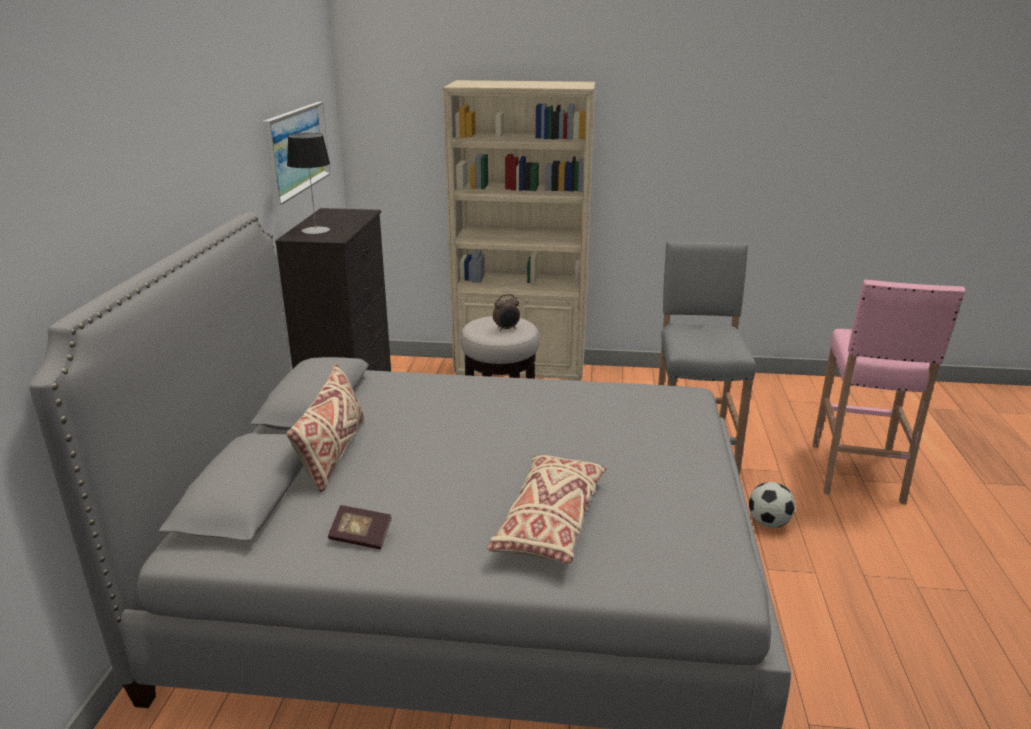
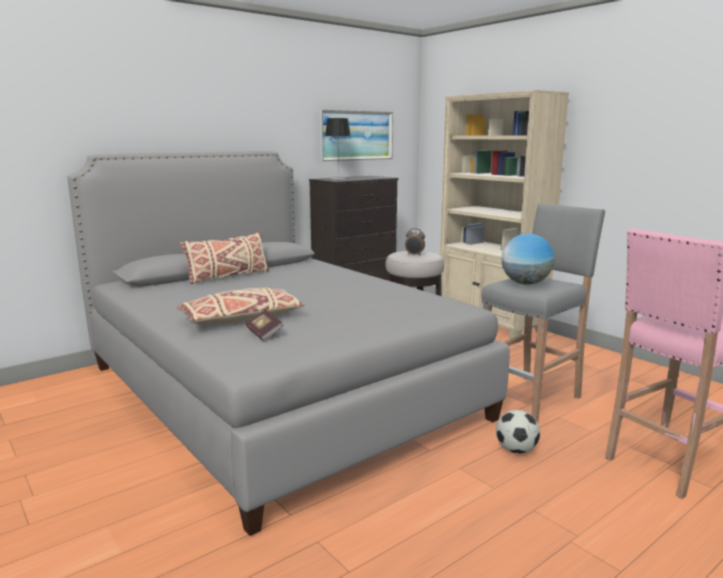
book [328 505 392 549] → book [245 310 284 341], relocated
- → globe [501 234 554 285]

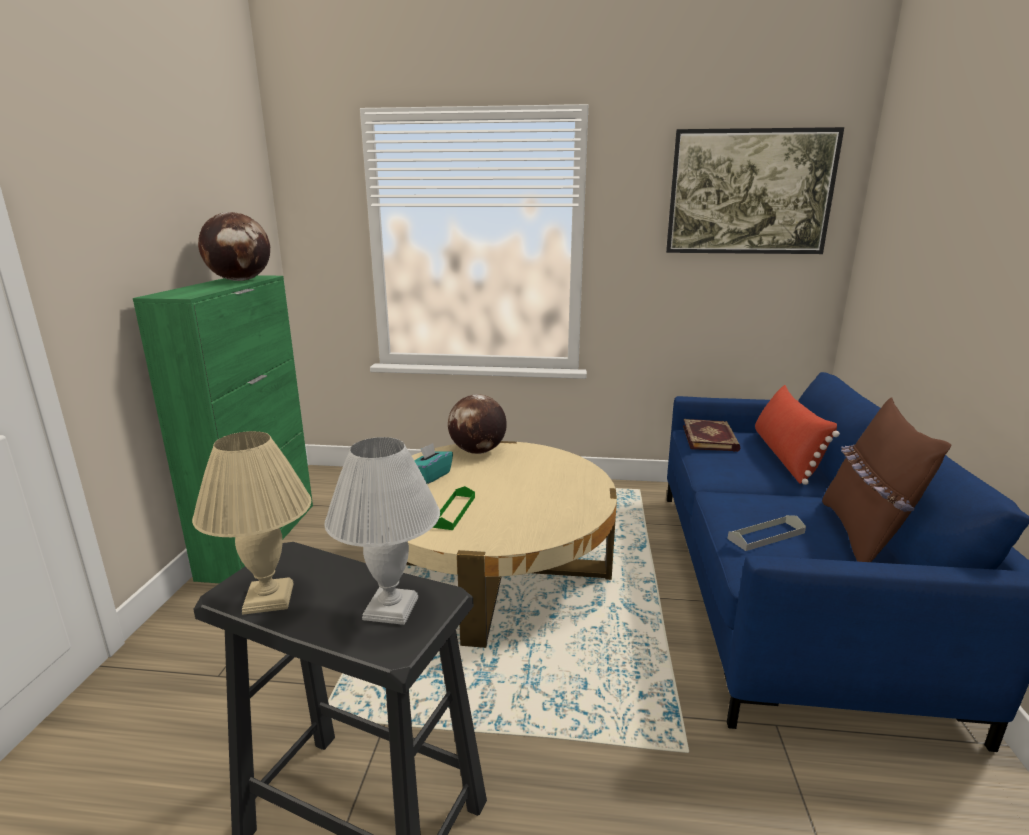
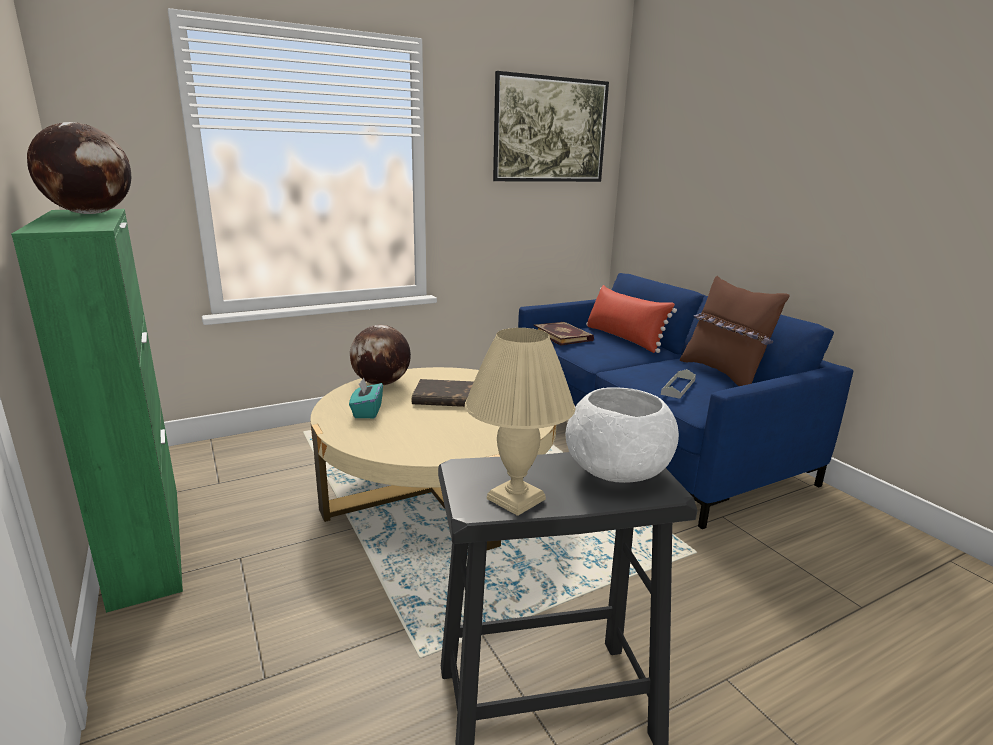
- → book/brown [412 379 474 407]
table lamp/white [324 437 440 625] → bowl/white [565 387 679 483]
tray/green [433 486 475 530] → -

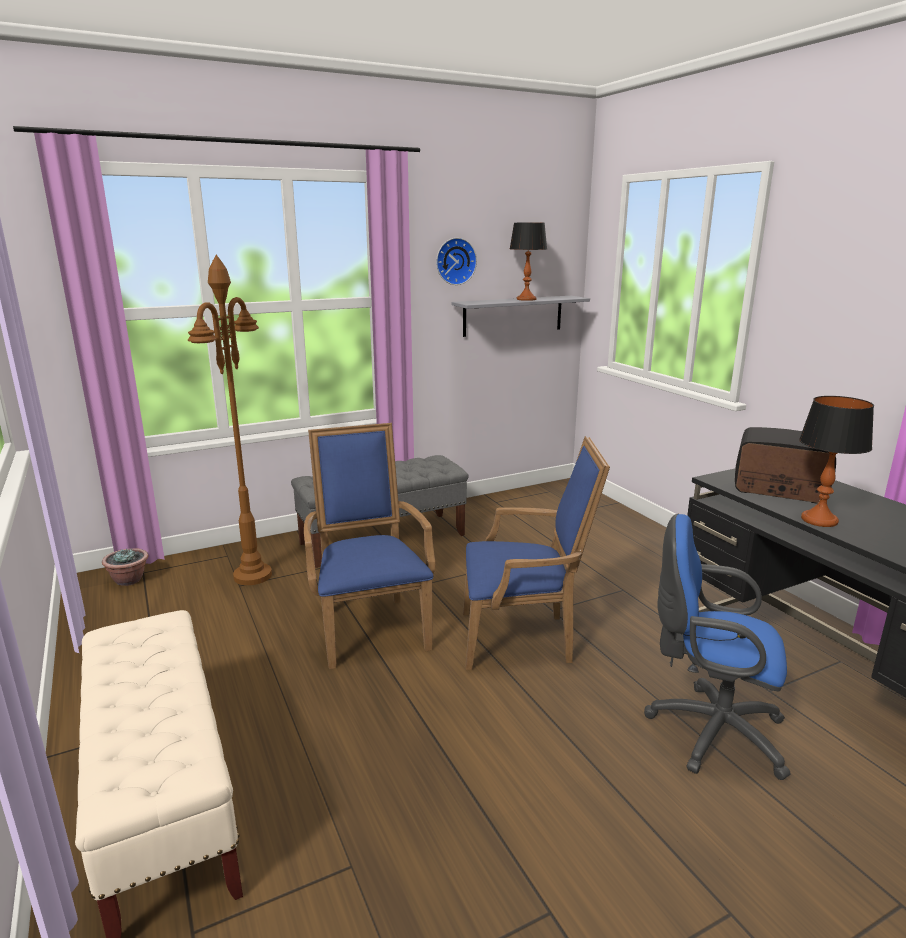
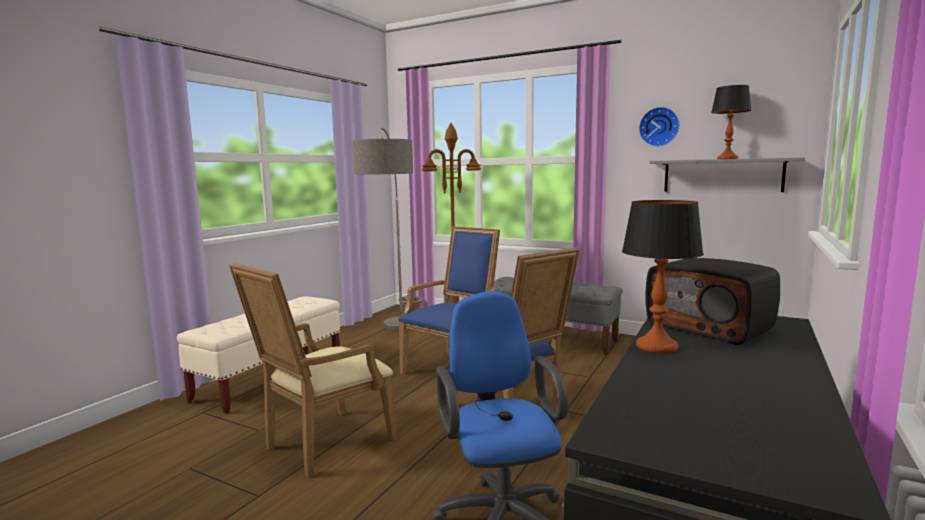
- → armchair/beige [229 263 397 478]
- → floor lamp [352 128 413 330]
radio [735 427 836 504] → radio [645 258 780 345], 150 degrees clockwise

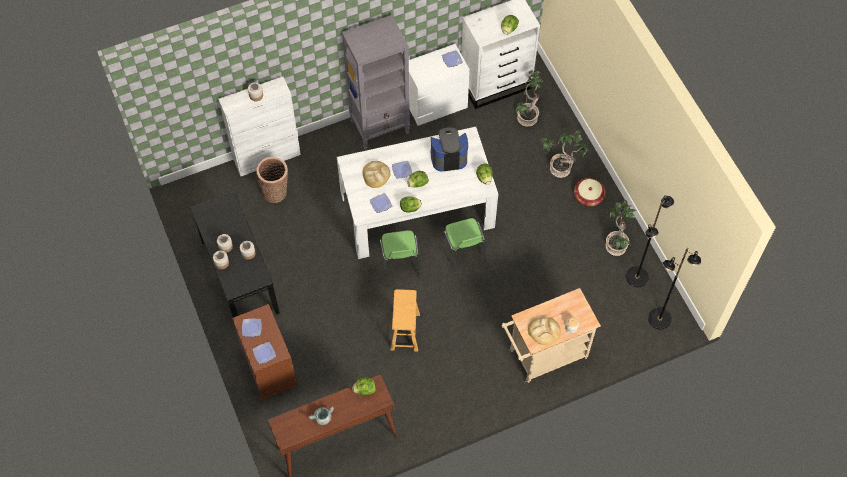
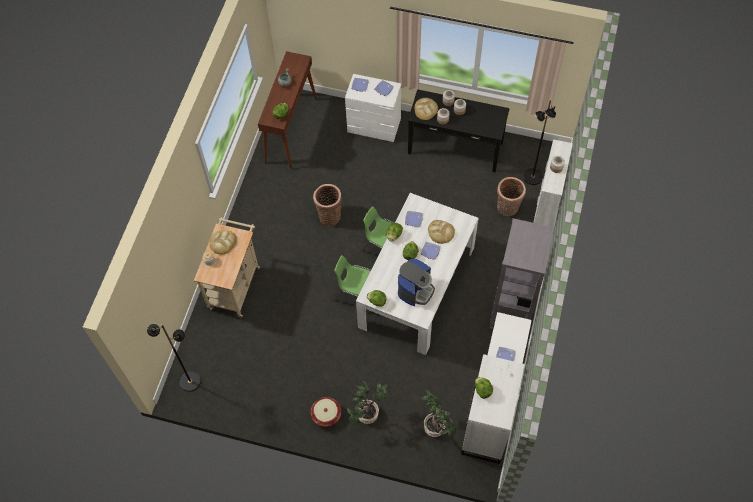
stool/brown [391 289 420 352] → basket [313 184 342 226]
dresser/brown [232 304 298 400] → dresser/white [345 74 401 142]
- → bread [415 98 438 120]
floor lamp/black [626 195 674 287] → floor lamp/black [523 100 556 185], relocated
potted plant [605 200 636 256] → -

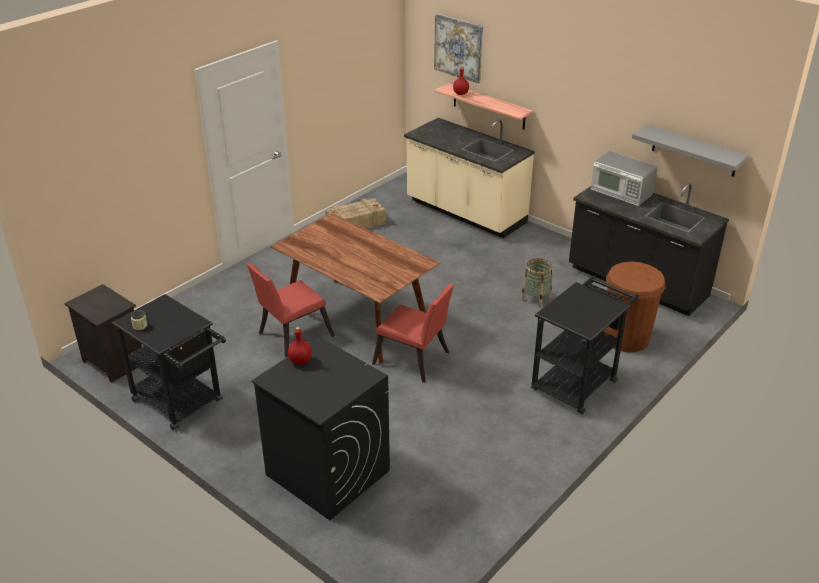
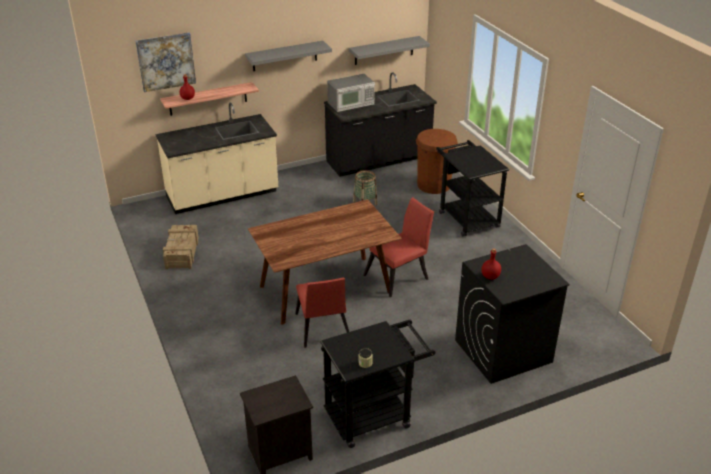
- → shelf/grey [245 41 332 71]

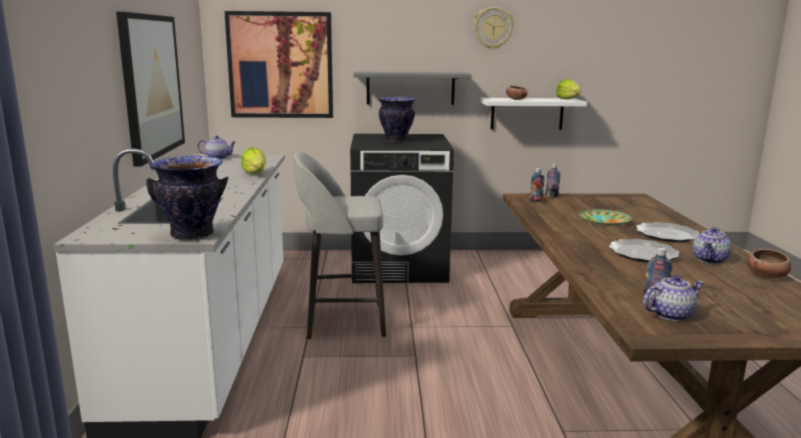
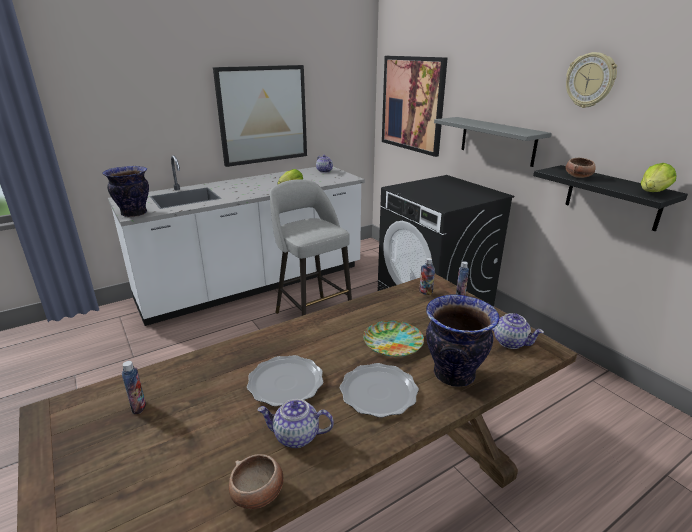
vase [378 97 416 143] → vase [426 294 499 387], relocated
teapot [643 275 705 321] → teapot [491 313 544 349], relocated
shelf/white [480 98 587 130] → shelf/black [533 165 688 231]

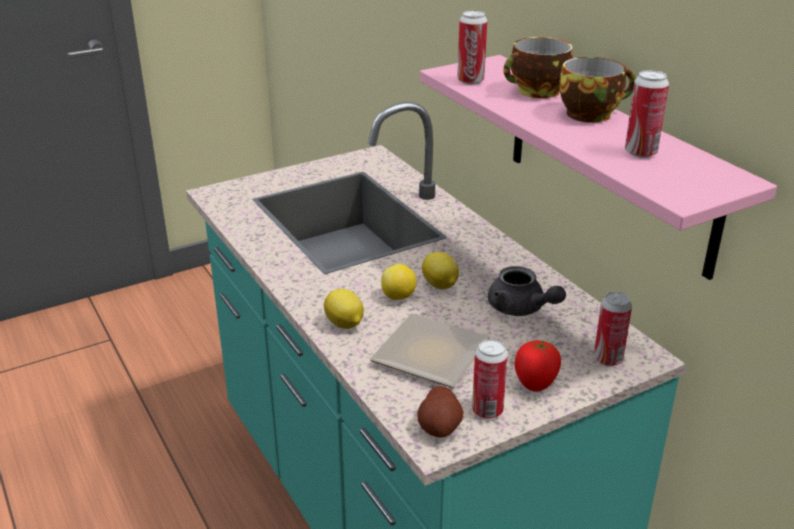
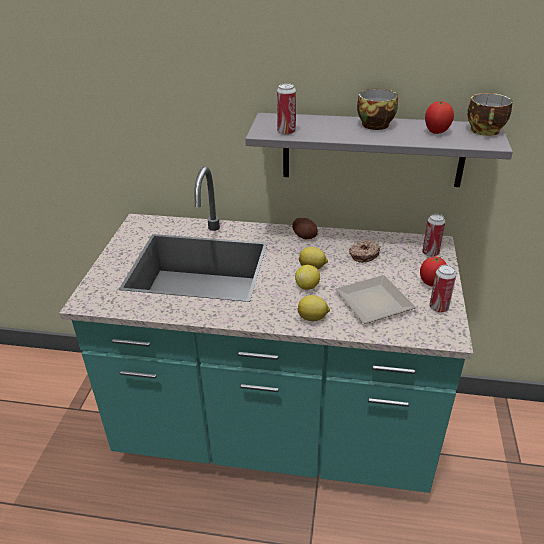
shelf/pink [420 55 777 280] → shelf/grey [245 113 513 187]
potato [417 386 464 438] → potato [292 218 318 239], relocated
teapot/grey [488 266 566 316] → donut [349 240 380 263]
can [625 70 669 158] → tomato [425 101 454 134]
cup [503 37 572 98] → cup [467 93 513 136], relocated

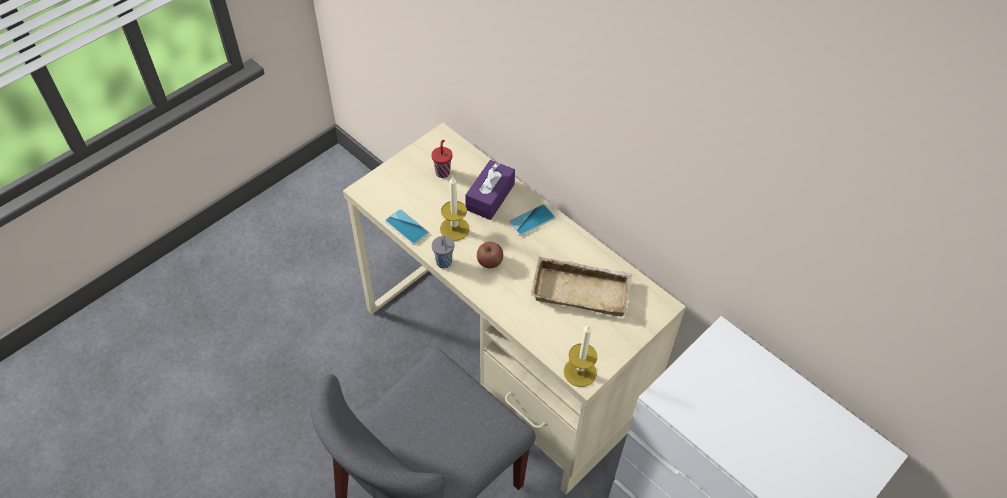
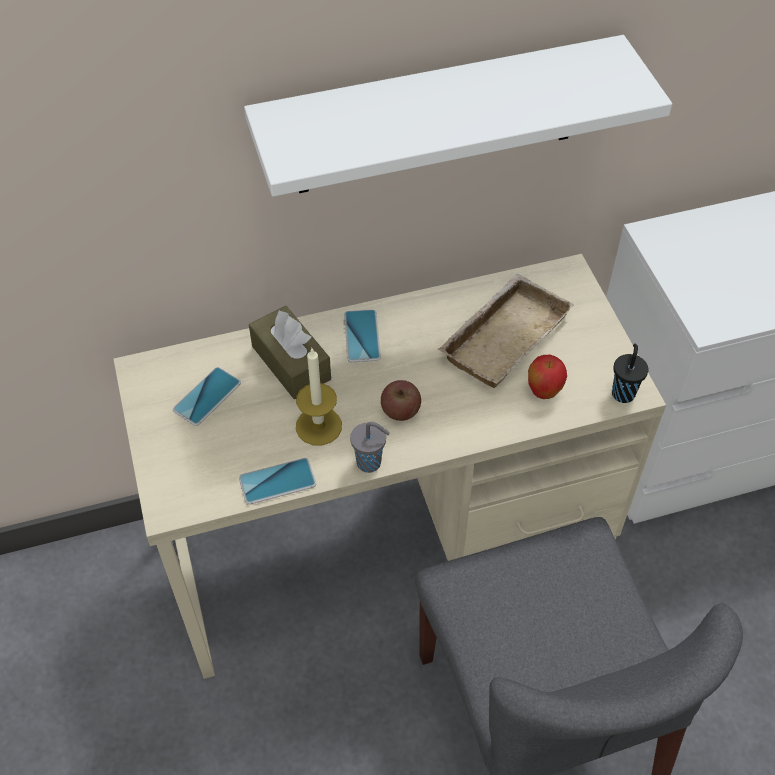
cup/red [431 140 453 178] → phone [173 367 241 426]
- → shelf/white [244 35 672 197]
tissue box/purple [465 160 515 220] → tissue box/brown [249 306 331 399]
- → apple [528 355 567 399]
candle [564 324 598 387] → cup/black [612 344 648 403]

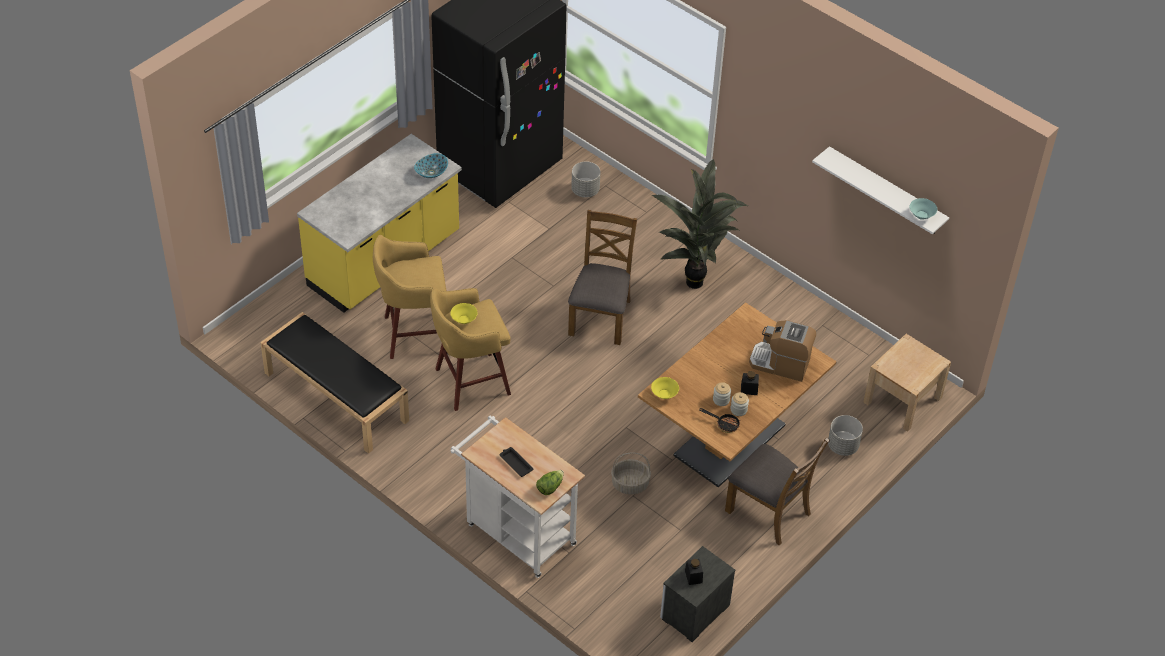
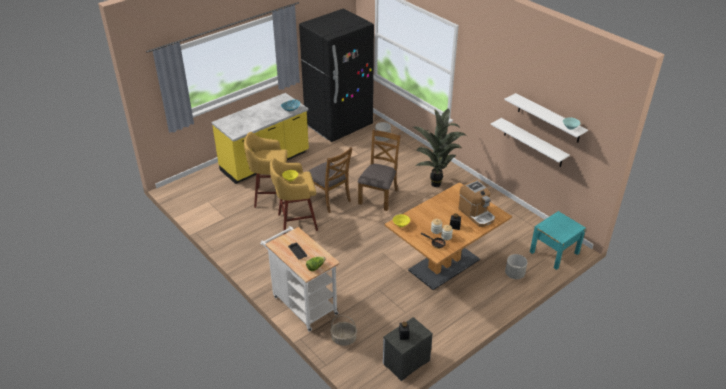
chair/brown [725 438 830 546] → chair/brown [308 147 352 213], relocated
basket [611 453 651 495] → basket [330 316 357 346], relocated
coffee machine [749 320 816 382] → coffee machine [459 180 495 227], 150 degrees counterclockwise
- → shelf/white [491 118 570 167]
nightstand/beige [863 334 951 432] → nightstand/turquoise [530 211 586 270]
bench/black [260 312 409 454] → -

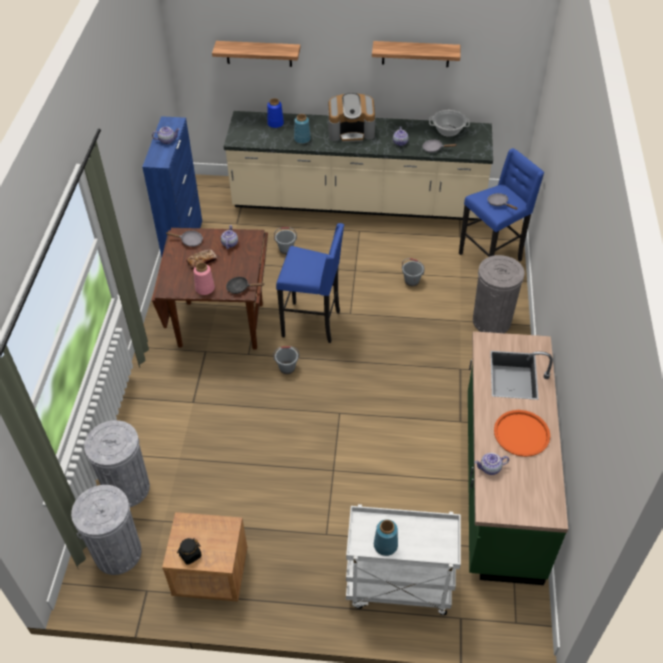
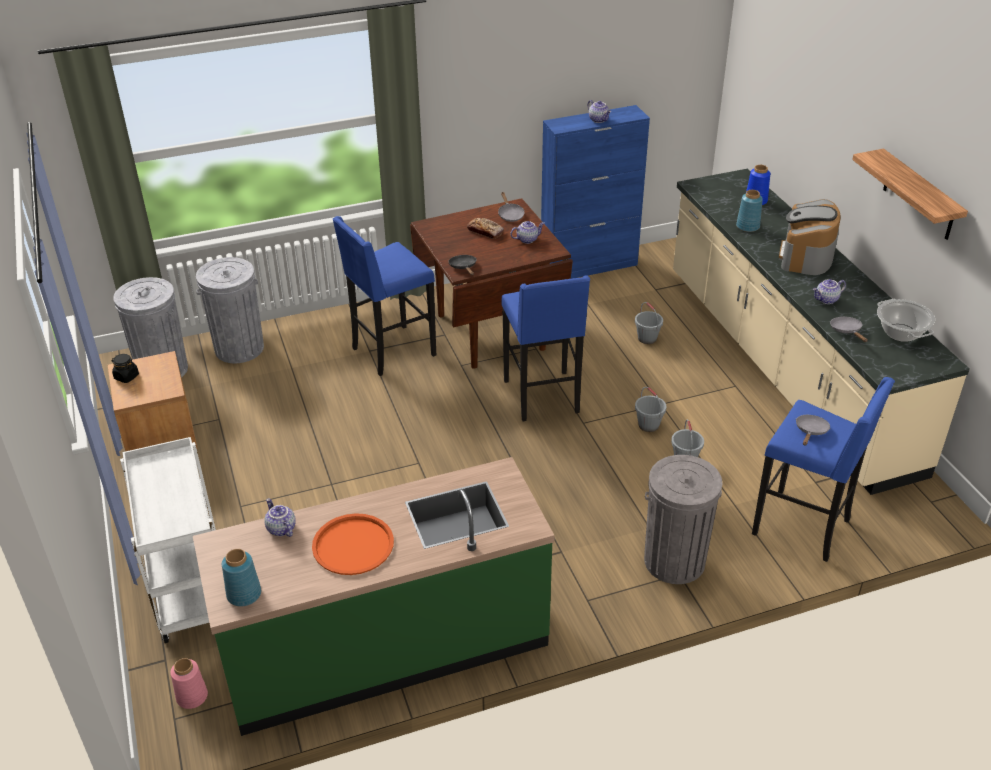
vase/pink [193 262 215 295] → vase/pink [171 658 208 709], relocated
vase/blue [374 519 398 556] → vase/blue [222 549 261 607], relocated
- → stool/blue [333 216 436 376]
bucket/grey [273 346 299 374] → bucket/grey [635 387 666 432], relocated
coffee machine [328 93 375 142] → coffee machine [779 199 841 275], 45 degrees clockwise
shelf [212 41 300 67] → -

